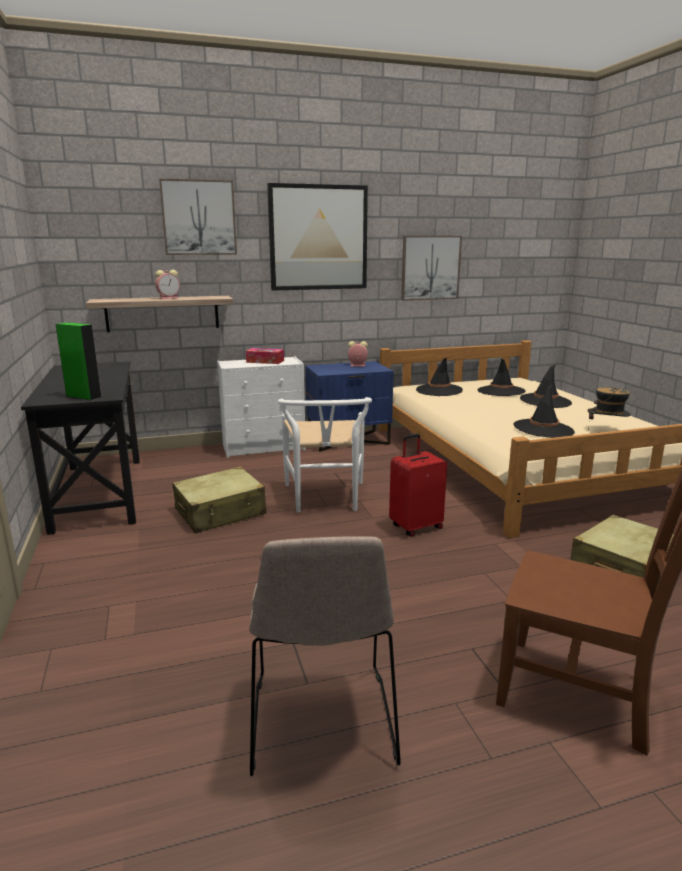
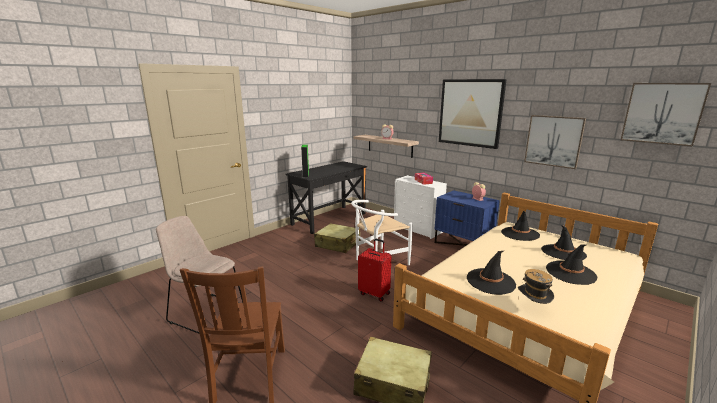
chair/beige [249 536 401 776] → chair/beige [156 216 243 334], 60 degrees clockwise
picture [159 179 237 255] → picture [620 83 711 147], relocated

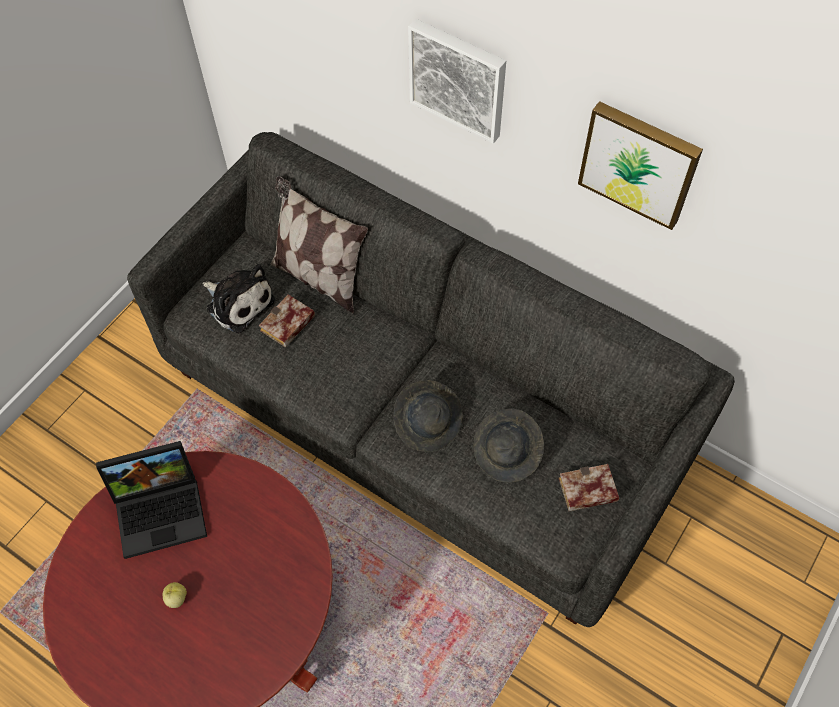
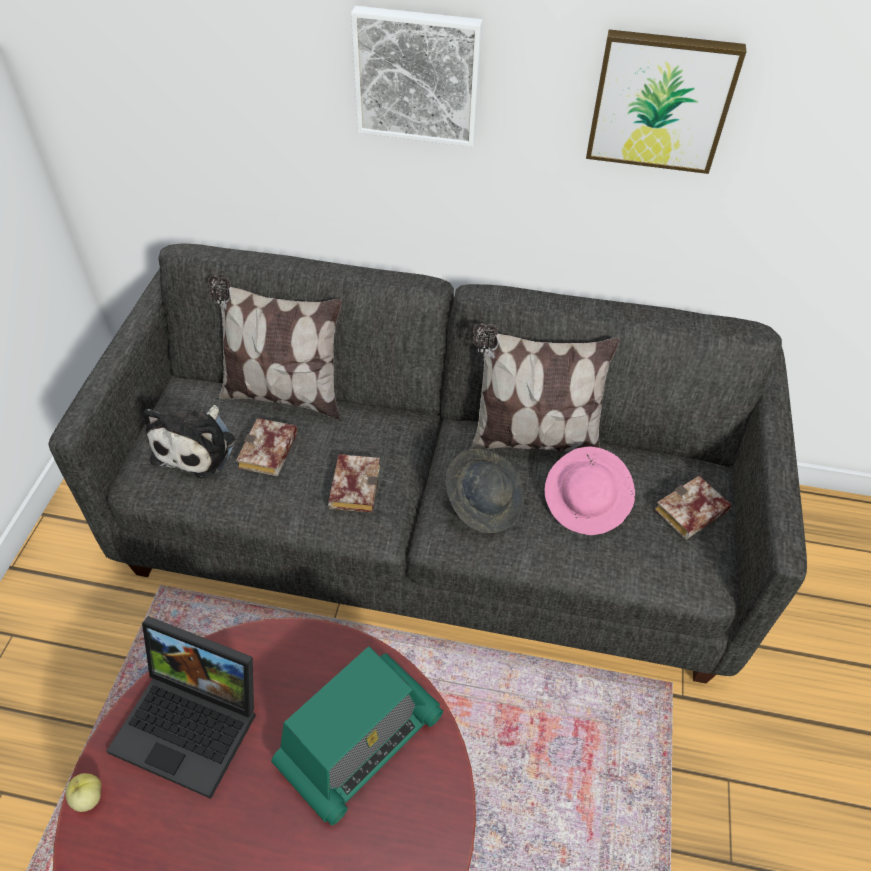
apple [163 582 187 608] → apple [65 773 101 812], relocated
laptop [96 441 207 559] → laptop [107 616 256 799], 60 degrees clockwise
plush toy [202 264 275 333] → plush toy [144 405 235 479], 90 degrees clockwise
- → radio [271 646 443 826]
- → book [328 454 380 512]
- → pillow [470 323 620 452]
hat/grey [474 408 544 483] → hat/pink [545 446 635 535]

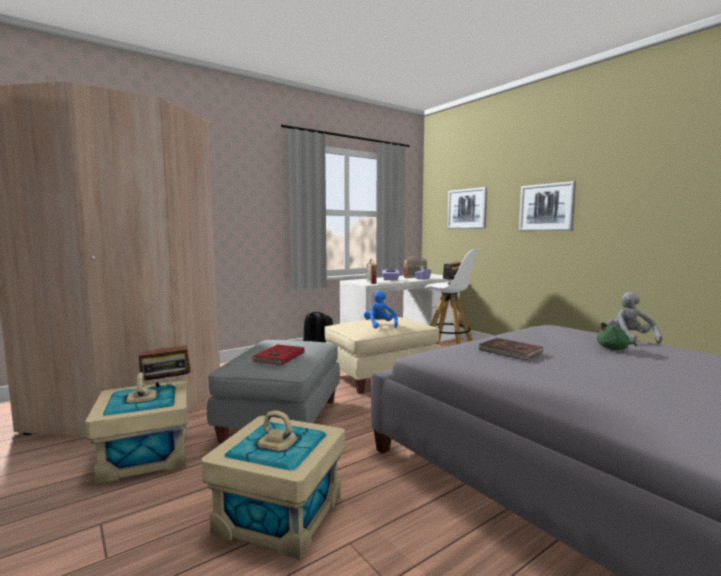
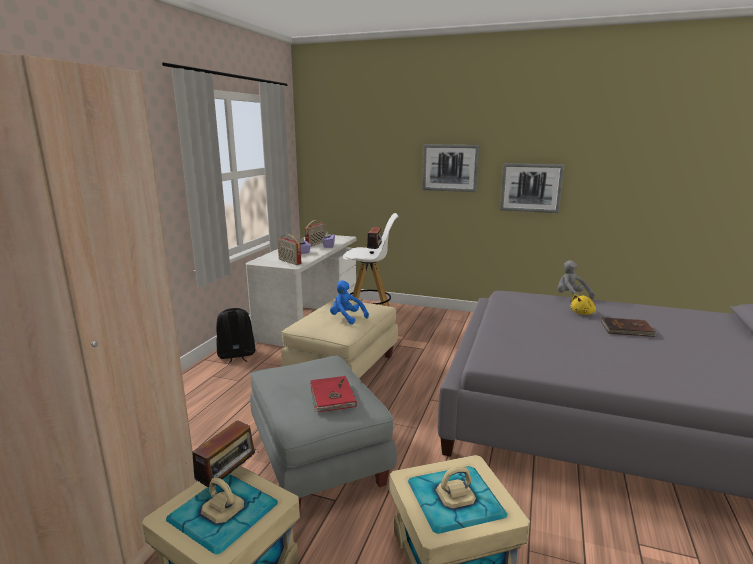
picture [447 187 487 229] → picture [500 163 564 213], relocated
plush toy/green [597 322 637 350] → plush toy/yellow [571 294 596 315]
book/brown [479 338 543 360] → book/brown [601 317 657 337], relocated

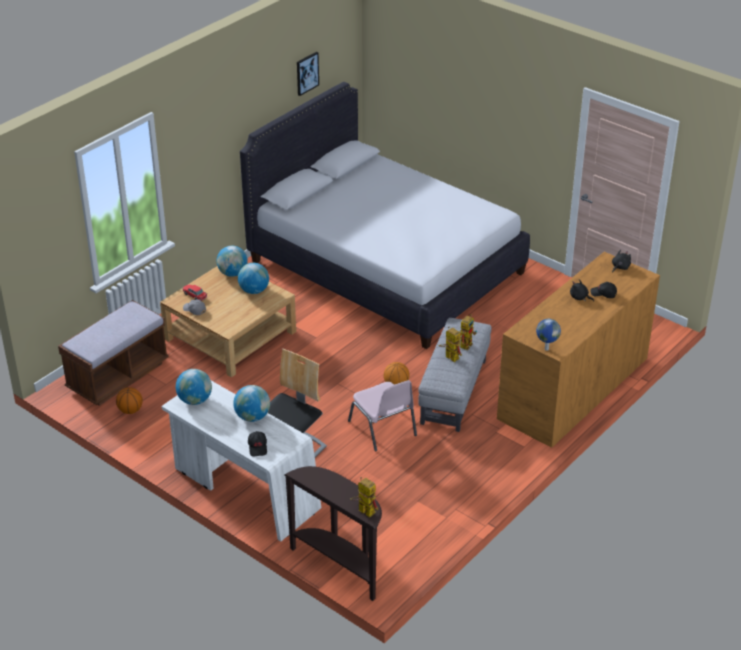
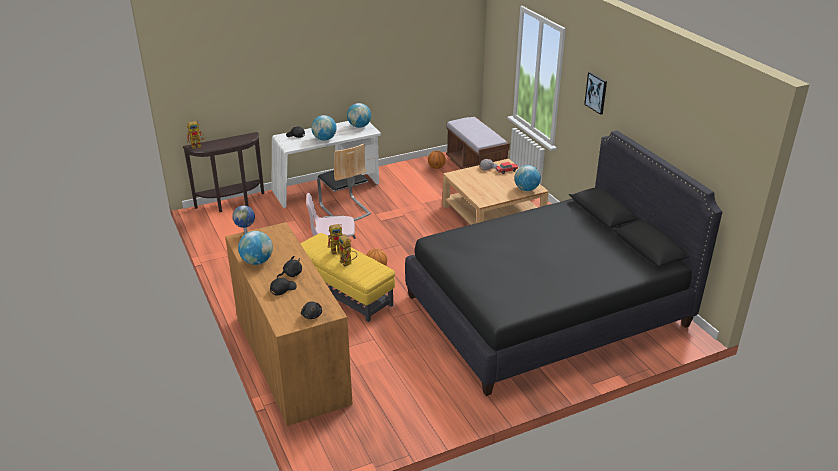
globe [238 263 269 294] → globe [238 231 273 265], relocated
ottoman/grey [418 318 491 432] → ottoman/yellow [300 233 395 322]
bed/white [240 82 530 349] → bed/black [405 130 722 396]
picture [297 52 319 96] → picture [584 72 607 115], relocated

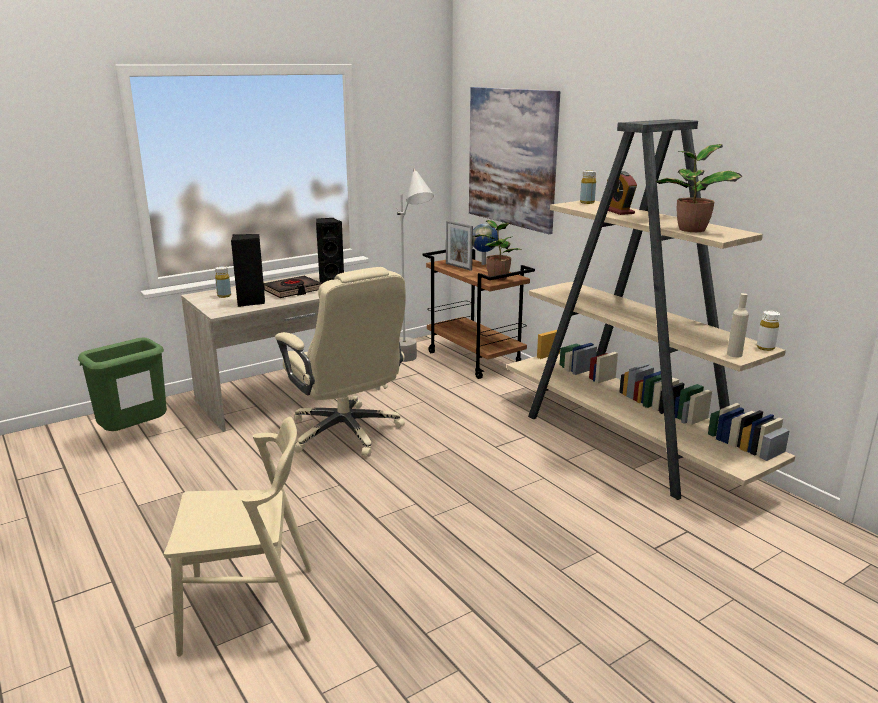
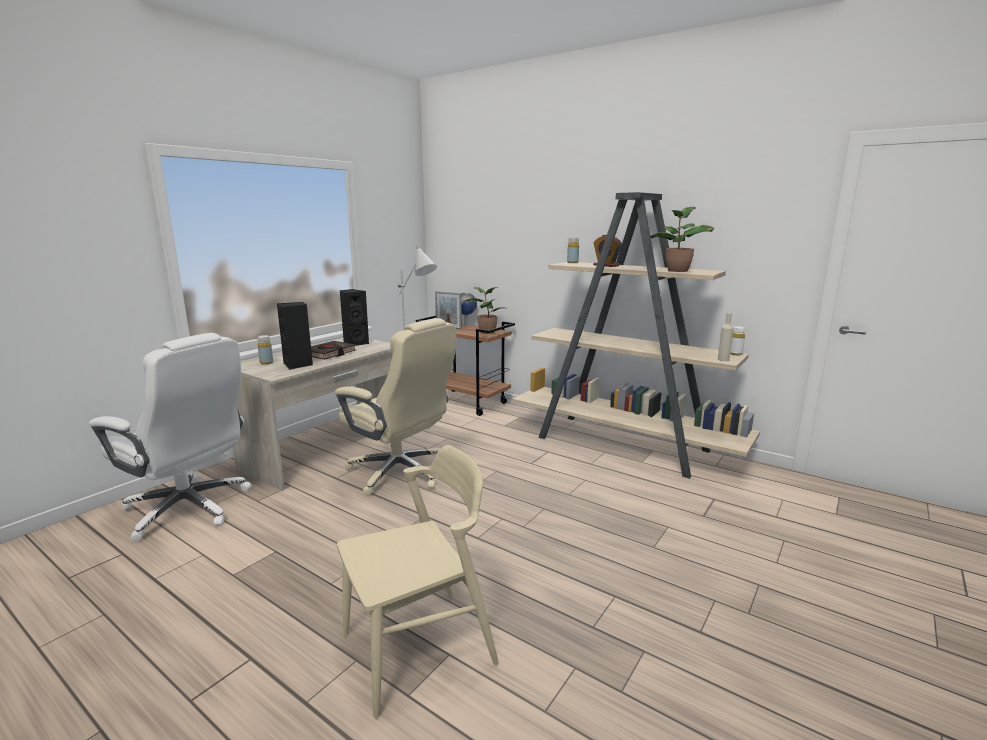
trash can/green [78 337 167 431] → office chair/white [89 333 251 542]
picture [469 87 560 234] → -

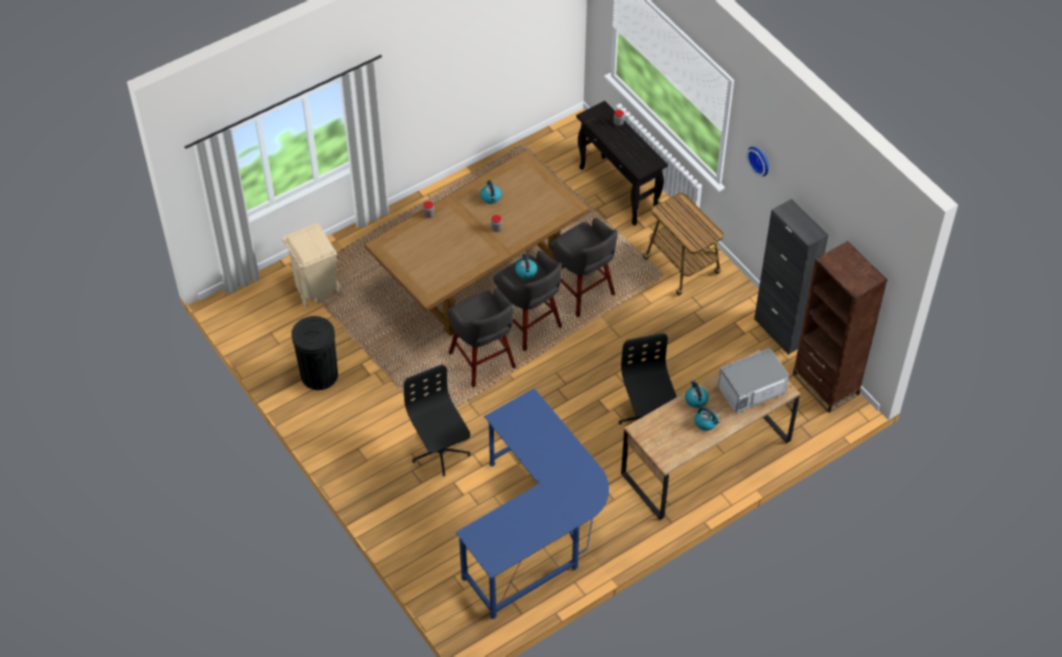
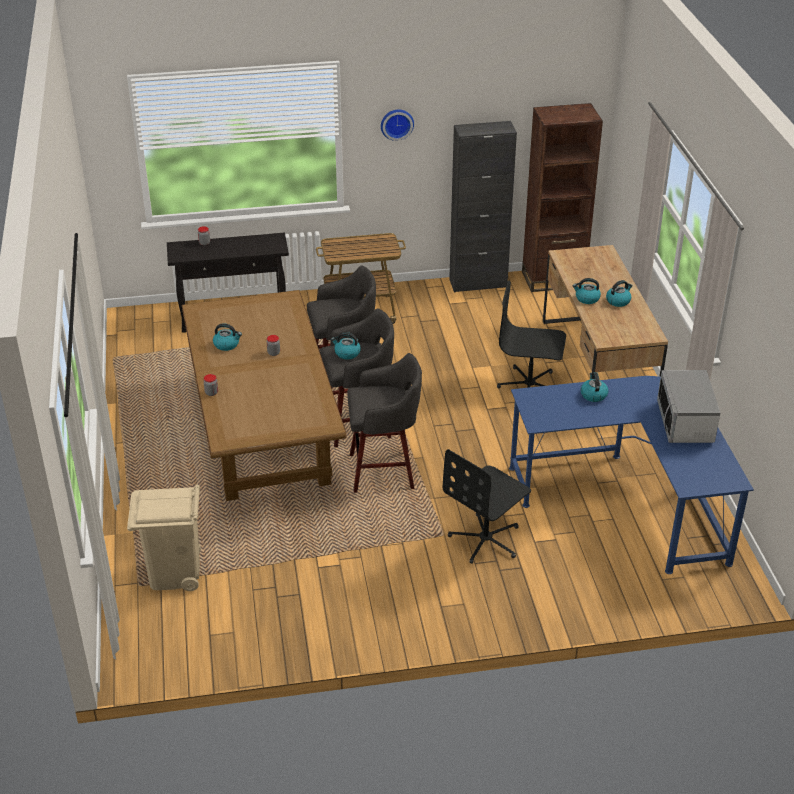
office chair/black [404 364 471 477] → office chair/black [443 449 531 564], 45 degrees counterclockwise
- → kettle [581 372 608 402]
microwave [718 348 789 413] → microwave [657 370 720 443], relocated
trash can/black [291 316 338 390] → -

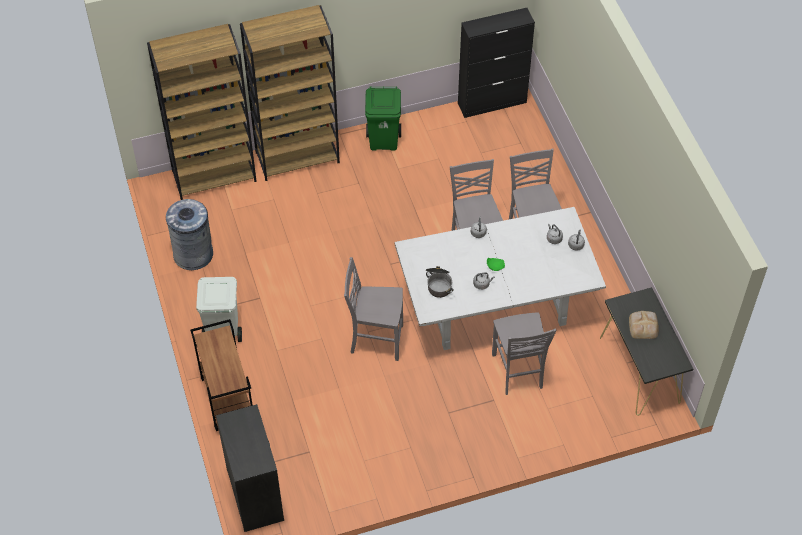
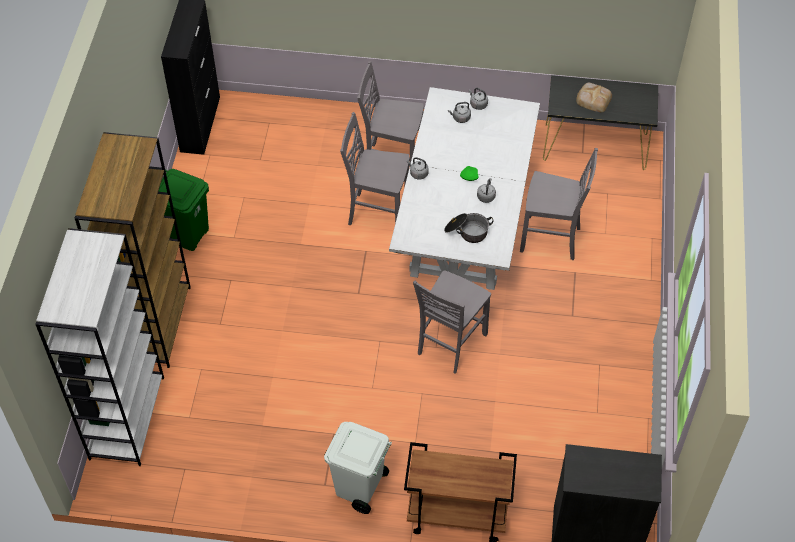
bookcase/brown [147 24 257 200] → bookcase/white [35 228 164 466]
trash can/grey [166 199 213 270] → -

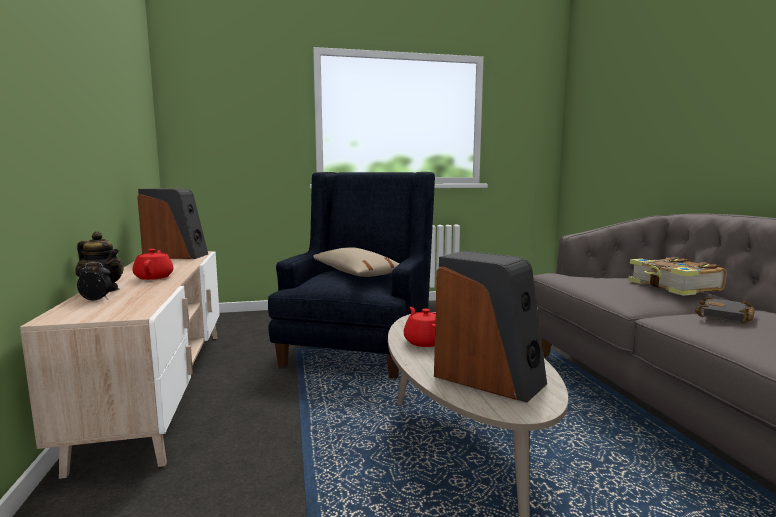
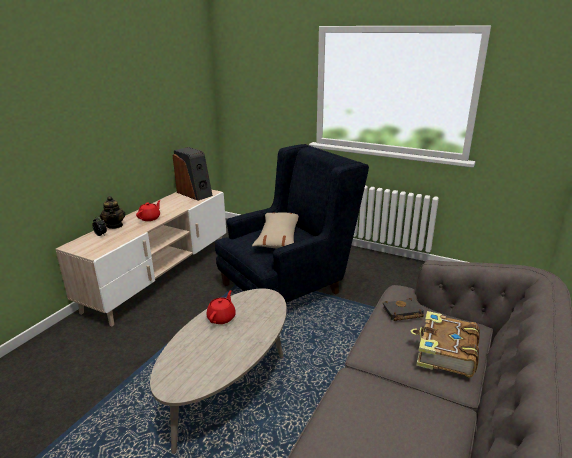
book/black [695 296 755 324] → book/black [383 298 424 321], relocated
speaker [434 251 547 403] → -

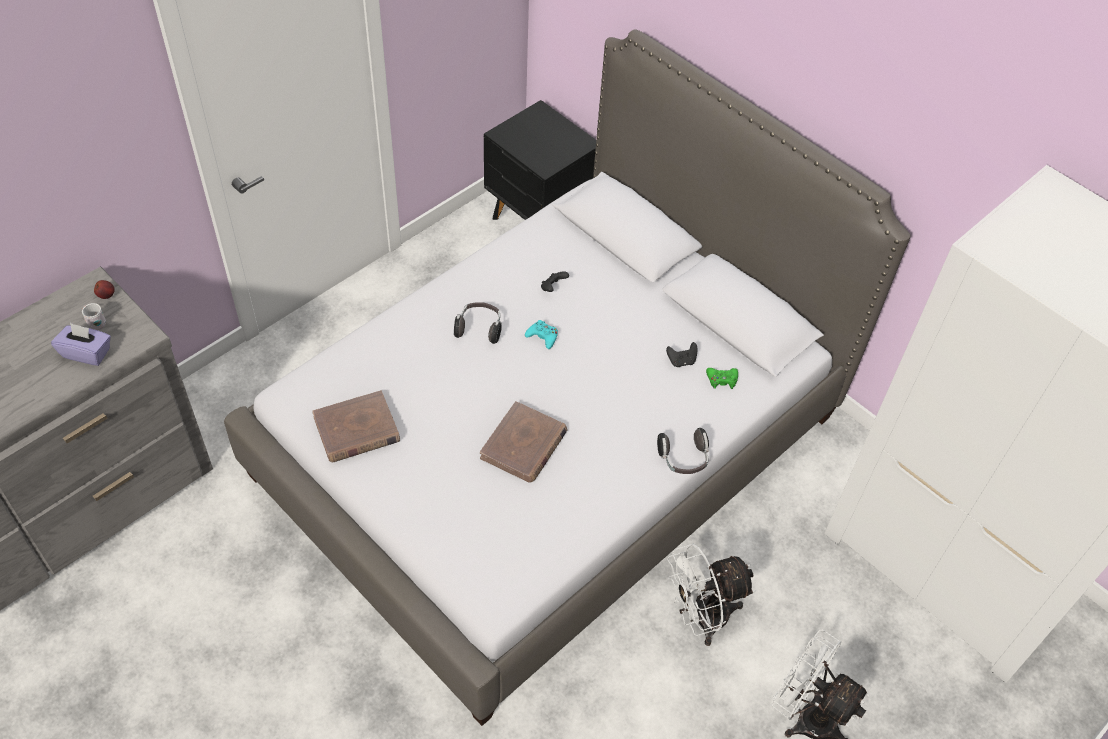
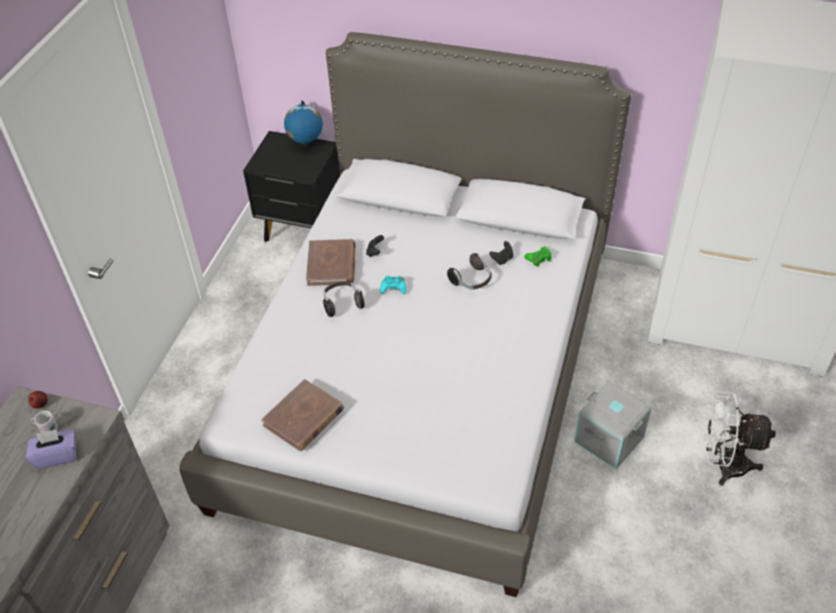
- → globe [284 101 323 150]
book/brown [480 401 567 483] → book/brown [306 239 355 286], relocated
headphones [657 428 709 474] → headphones [447 253 492 290], relocated
fan/white [667 544 756 646] → storage box/grey [574 381 652 469]

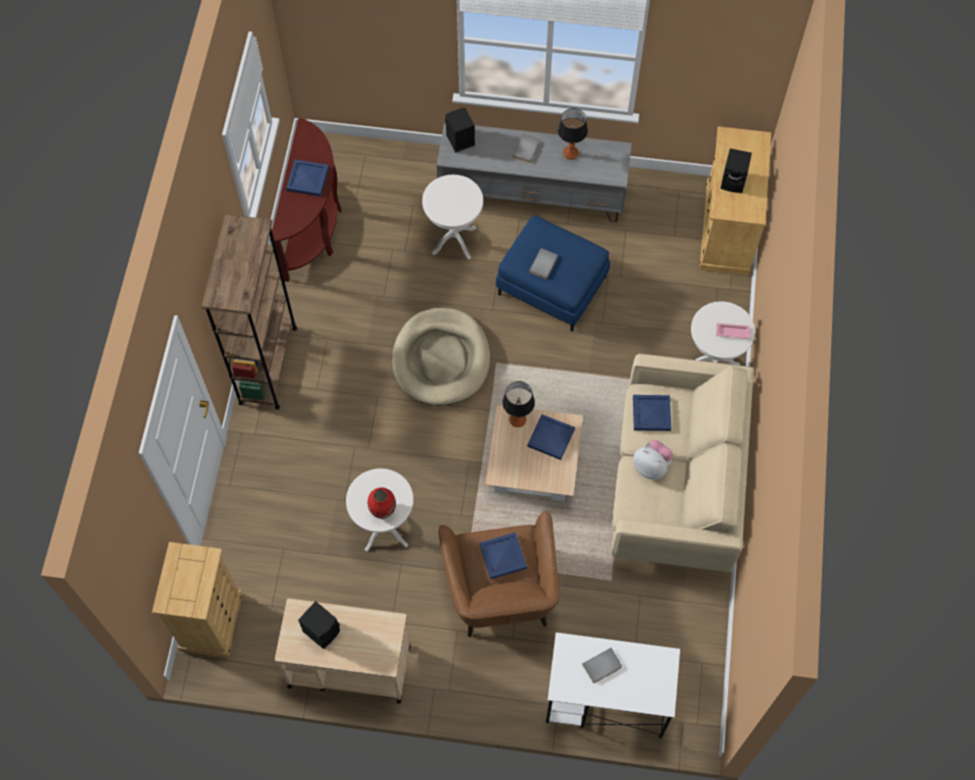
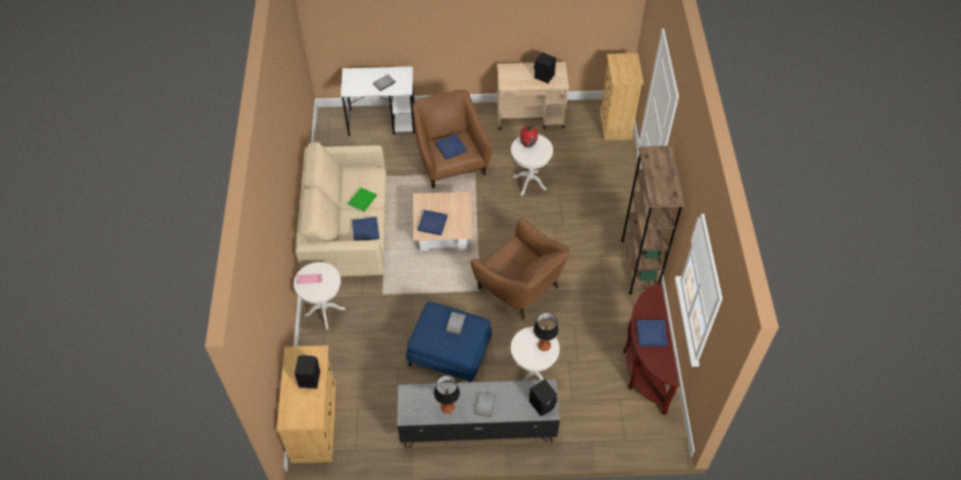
plush toy [633 440 673 480] → book/green [348 187 377 212]
dog bed/beige [392 308 490 406] → armchair/brown [470 218 570 320]
table lamp [502 381 535 427] → table lamp [534 313 559 351], relocated

